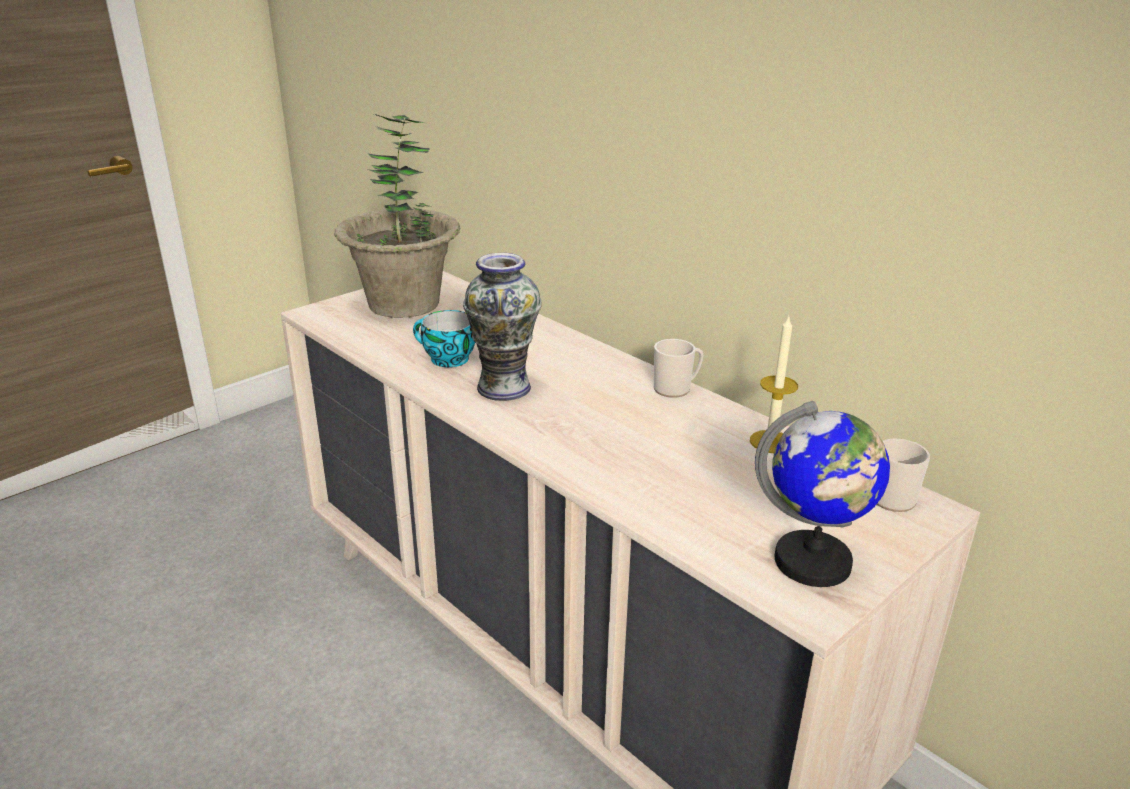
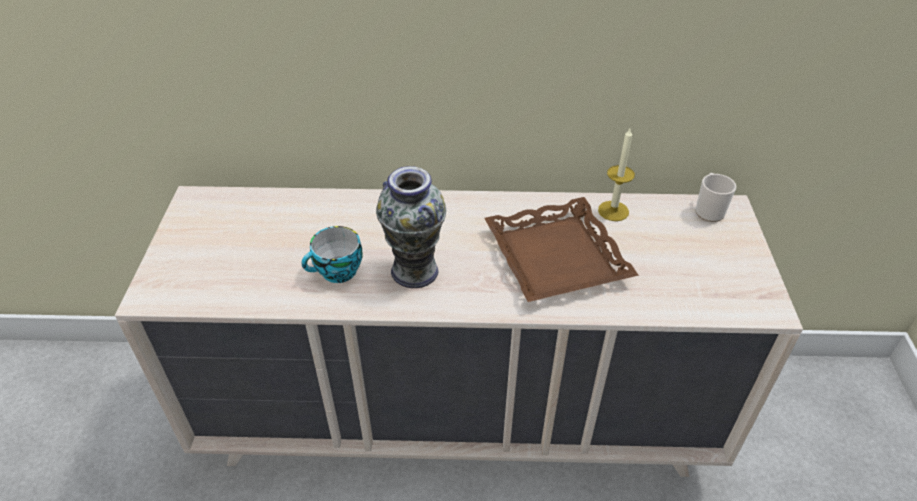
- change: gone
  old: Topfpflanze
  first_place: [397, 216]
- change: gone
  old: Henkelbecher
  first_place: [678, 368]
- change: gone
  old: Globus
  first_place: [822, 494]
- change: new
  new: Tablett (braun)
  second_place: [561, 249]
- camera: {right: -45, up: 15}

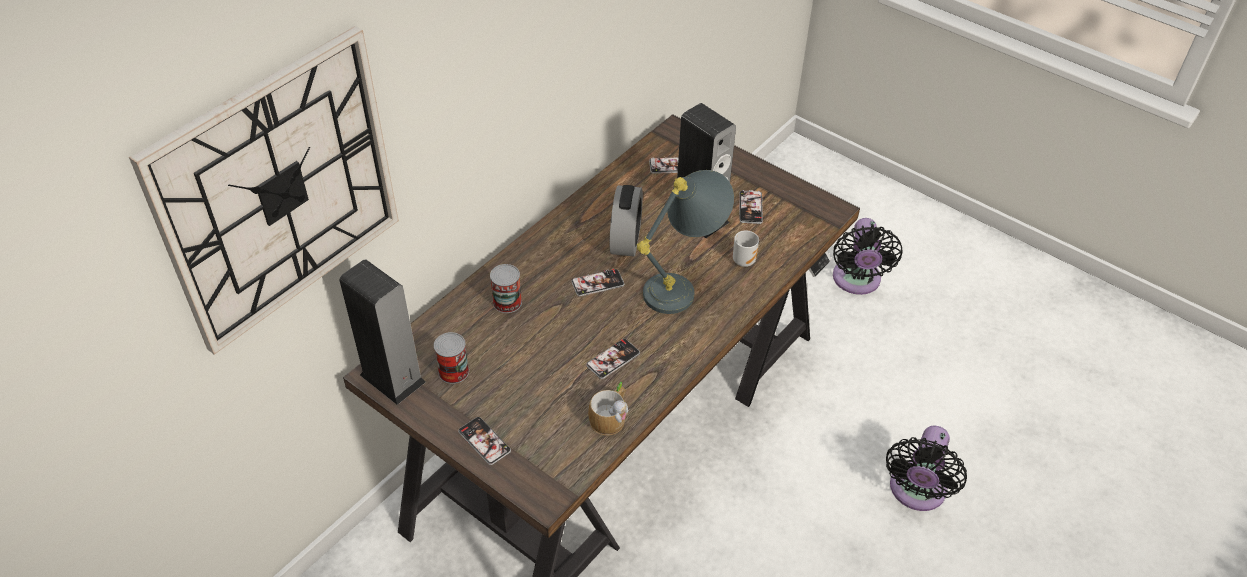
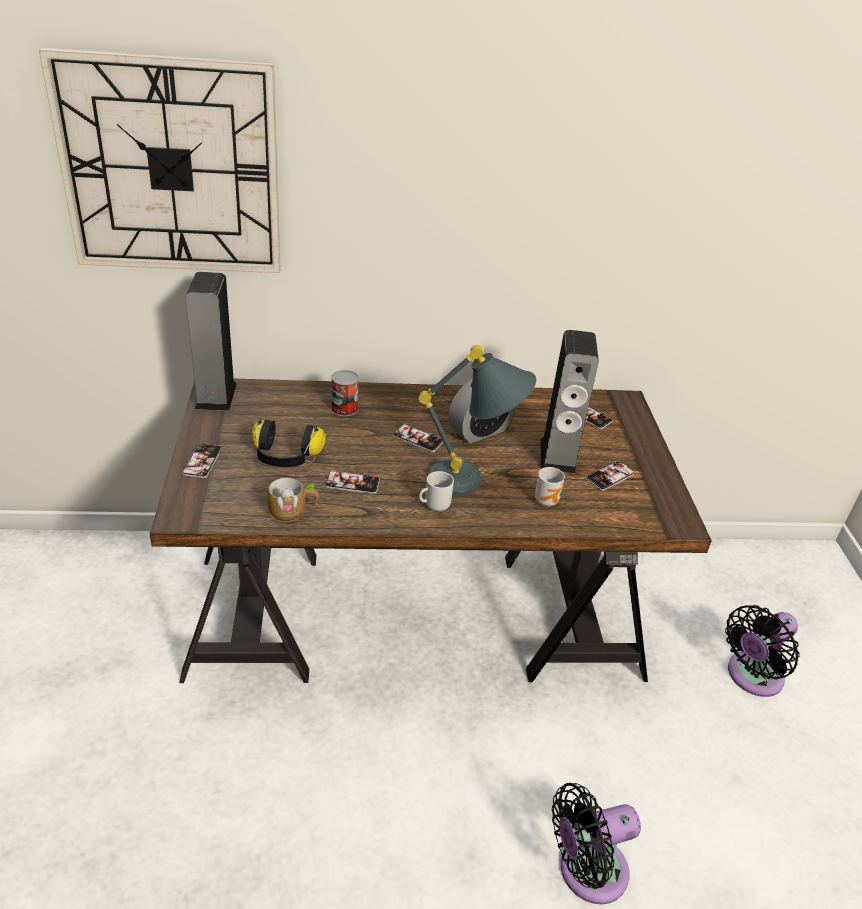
- change: gone
  old: Dose
  first_place: [451, 358]
- change: new
  new: Kopfhörer
  second_place: [289, 443]
- change: new
  new: Henkelbecher
  second_place: [436, 491]
- camera: {right: 45, up: -10}

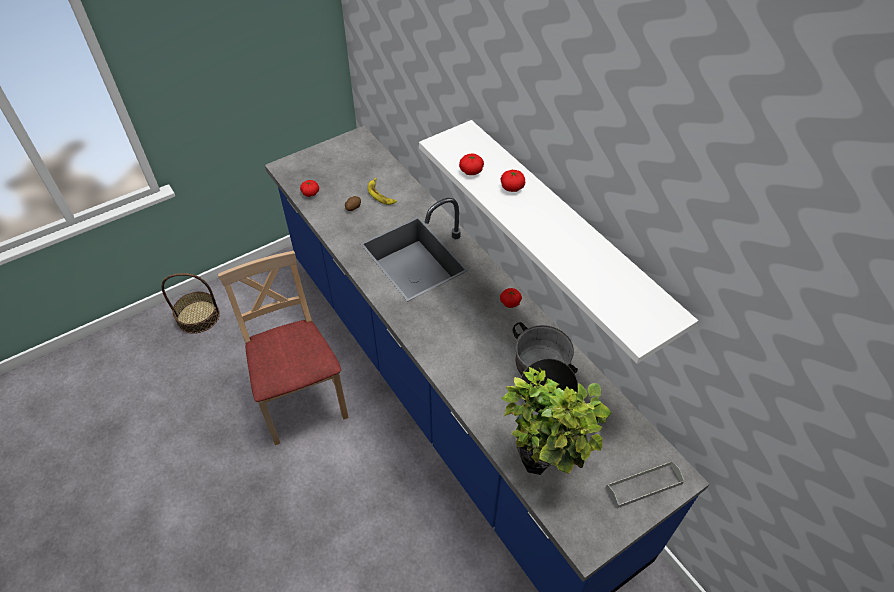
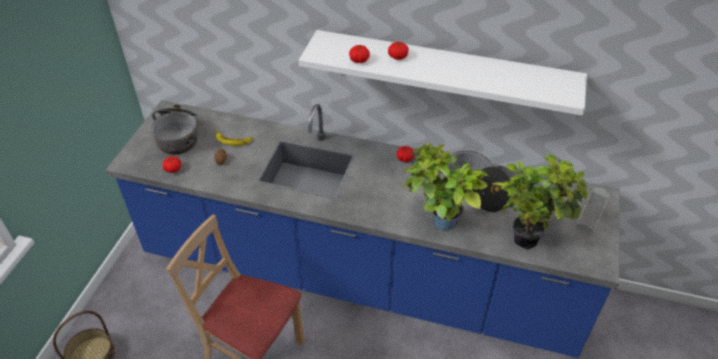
- change: new
  new: Kochtopf
  second_place: [174, 129]
- change: new
  new: Topfpflanze
  second_place: [445, 186]
- camera: {right: -40, up: -5}

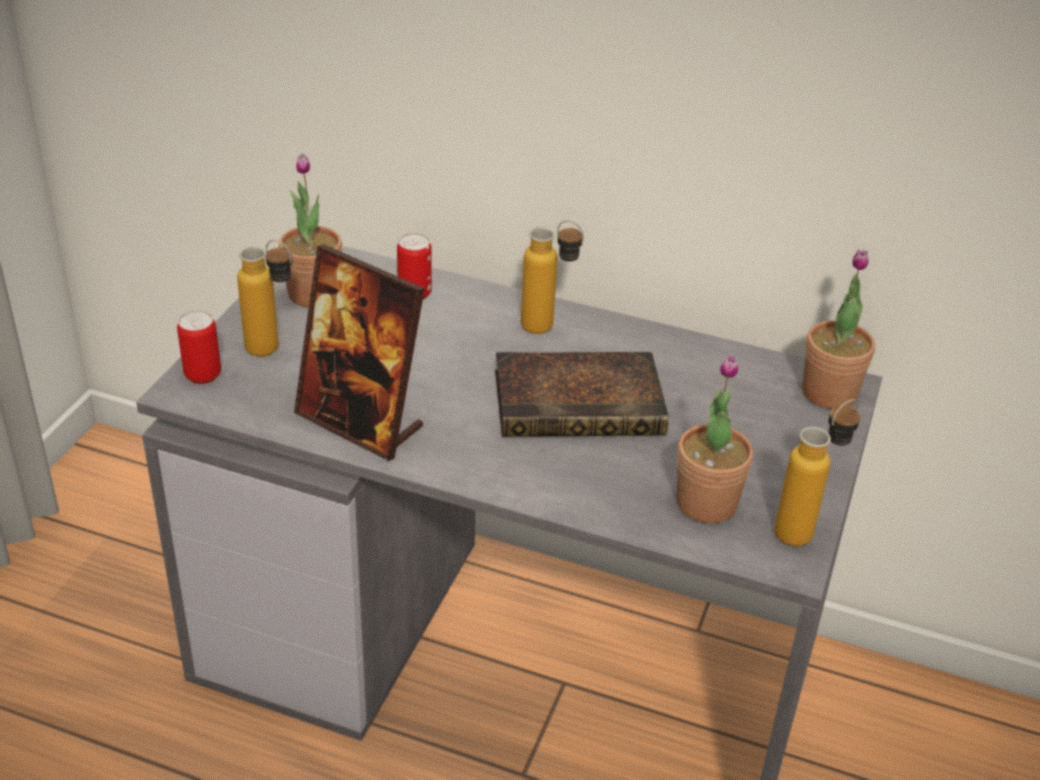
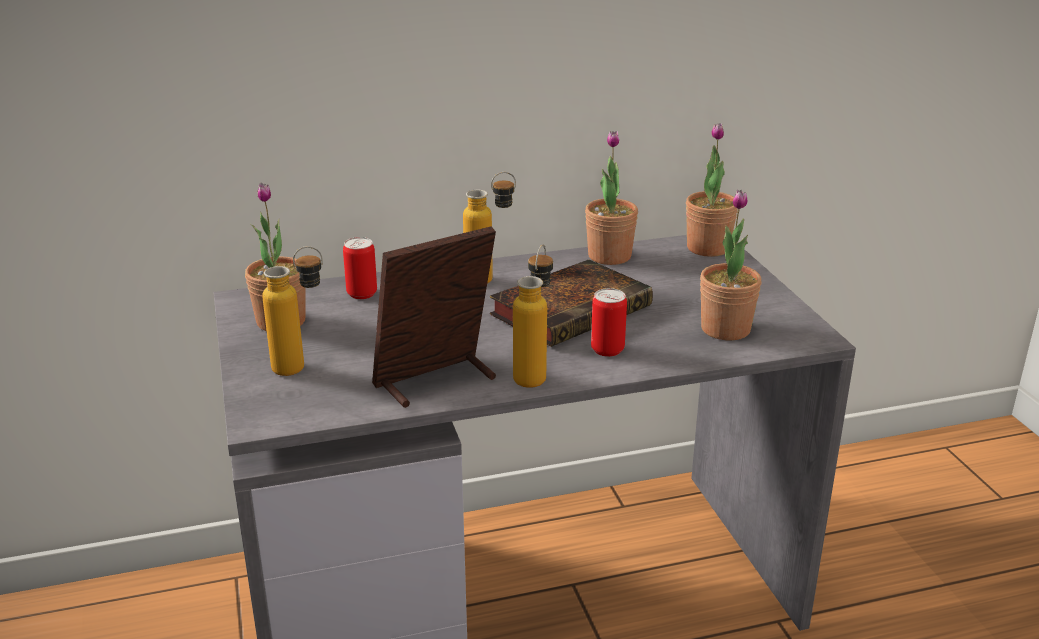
- change: new
  new: Topfpflanze
  second_place: [611, 198]
- change: shifted
  old: Dose
  first_place: [199, 347]
  second_place: [609, 322]
- change: shifted
  old: Flasche
  first_place: [817, 472]
  second_place: [533, 316]
- change: rotated
  old: Bilderrahmen
  first_place: [359, 352]
  second_place: [434, 317]
  degrees: 150
- camera: {right: -35, up: -10}

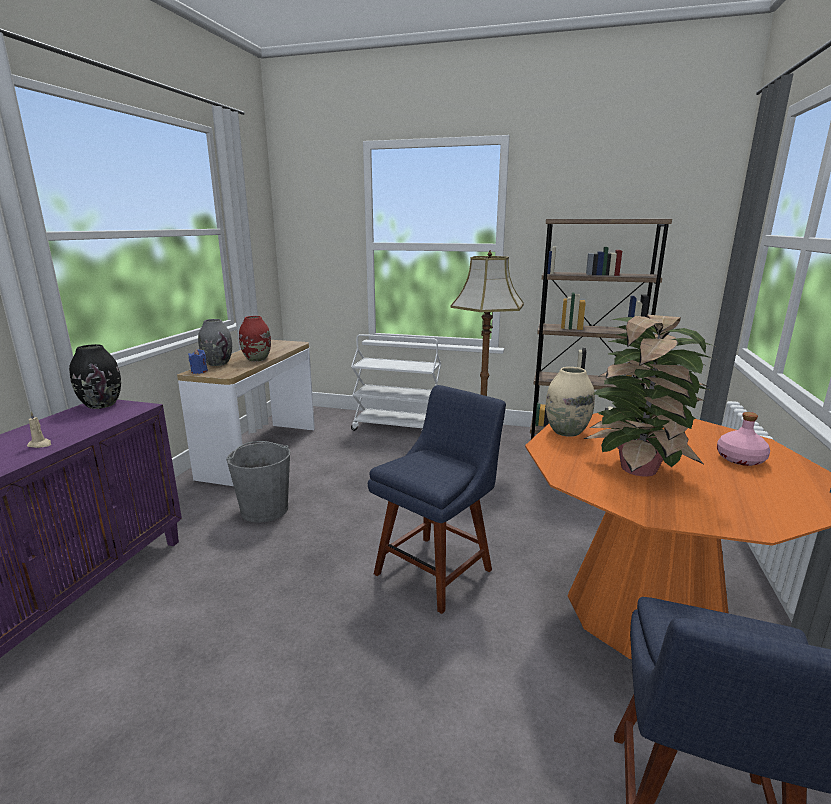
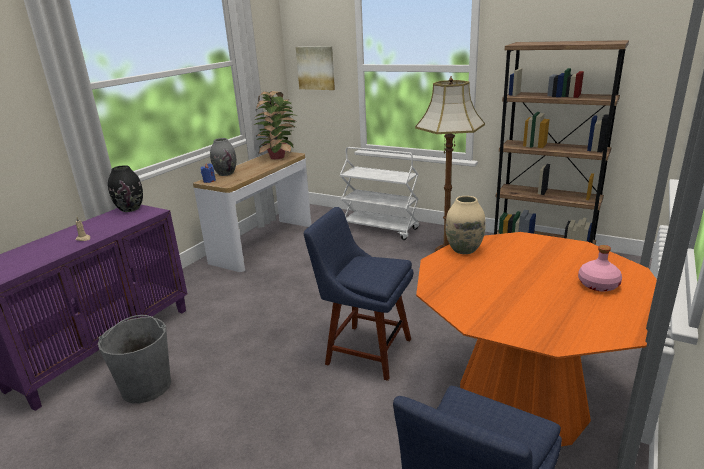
- change: gone
  old: Vase (rot)
  first_place: [255, 338]
- change: new
  new: Bild
  second_place: [315, 68]
- change: shifted
  old: Eimer (grau)
  first_place: [258, 482]
  second_place: [134, 359]
- change: shifted
  old: Topfpflanze
  first_place: [648, 395]
  second_place: [275, 125]
- change: rotated
  old: Stuhl (blau)
  first_place: [437, 499]
  second_place: [358, 294]
  degrees: -120
- camera: {right: 15, up: 5}

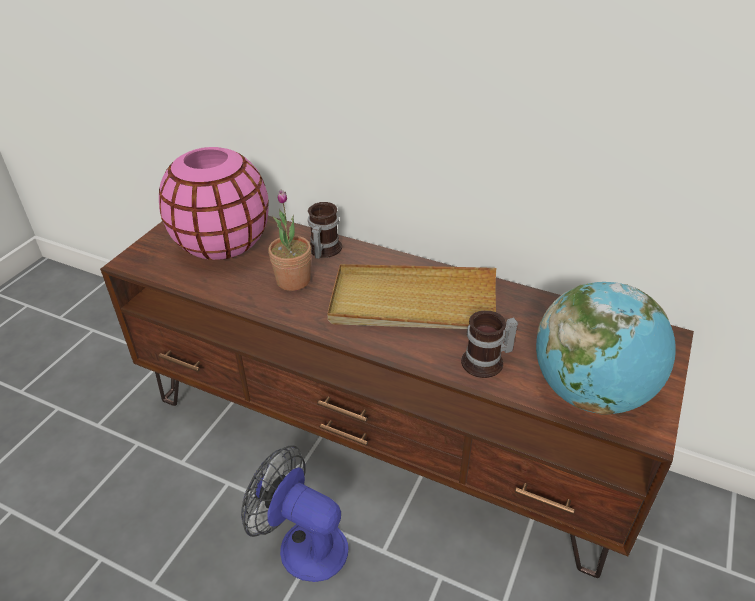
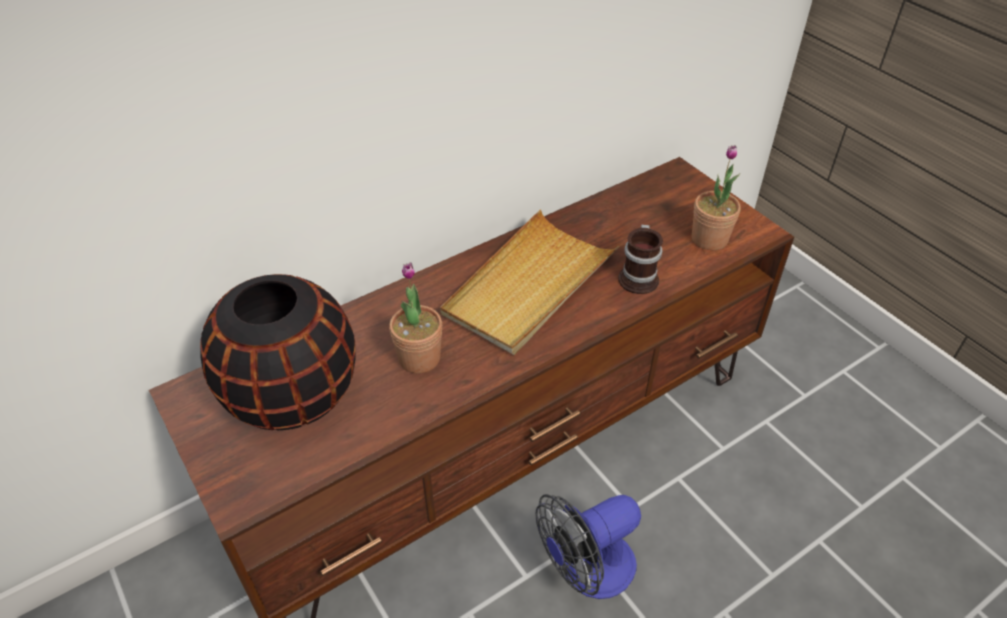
- change: gone
  old: Henkelbecher
  first_place: [325, 230]
- change: swapped
  old: Globus
  new: Topfpflanze
  first_place: [606, 348]
  second_place: [716, 197]
- change: repainted
  old: Vase (rosa)
  new: Vase (schwarz)
  first_place: [214, 203]
  second_place: [278, 352]
- camera: {right: -60, up: 5}

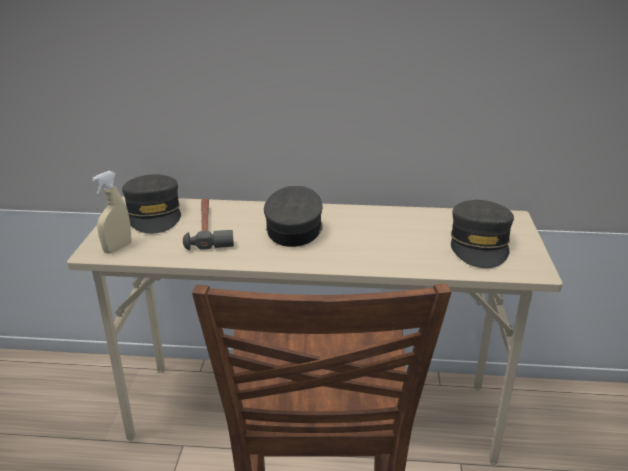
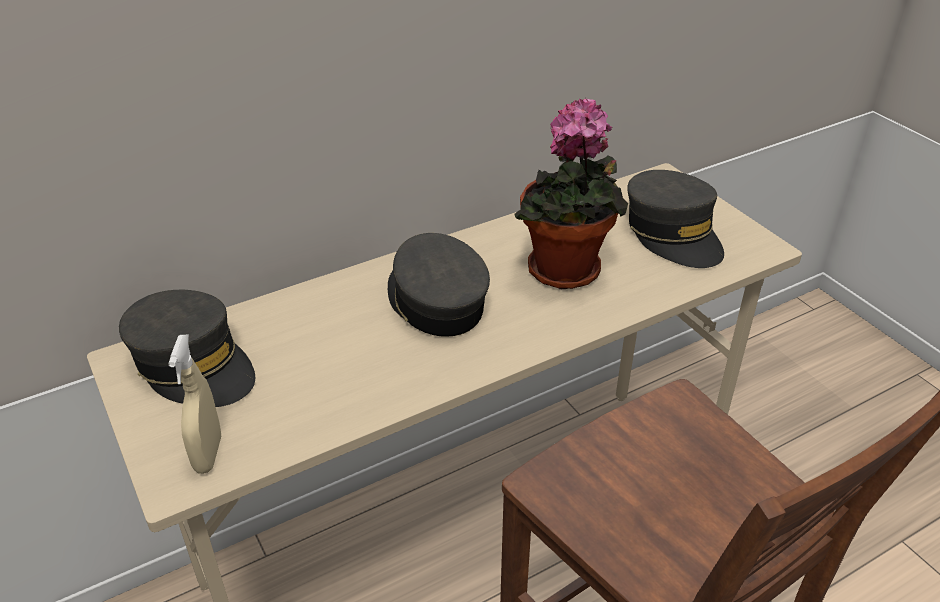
- change: gone
  old: Hammer
  first_place: [208, 224]
- change: new
  new: Topfpflanze
  second_place: [571, 194]
- camera: {right: -35, up: 10}

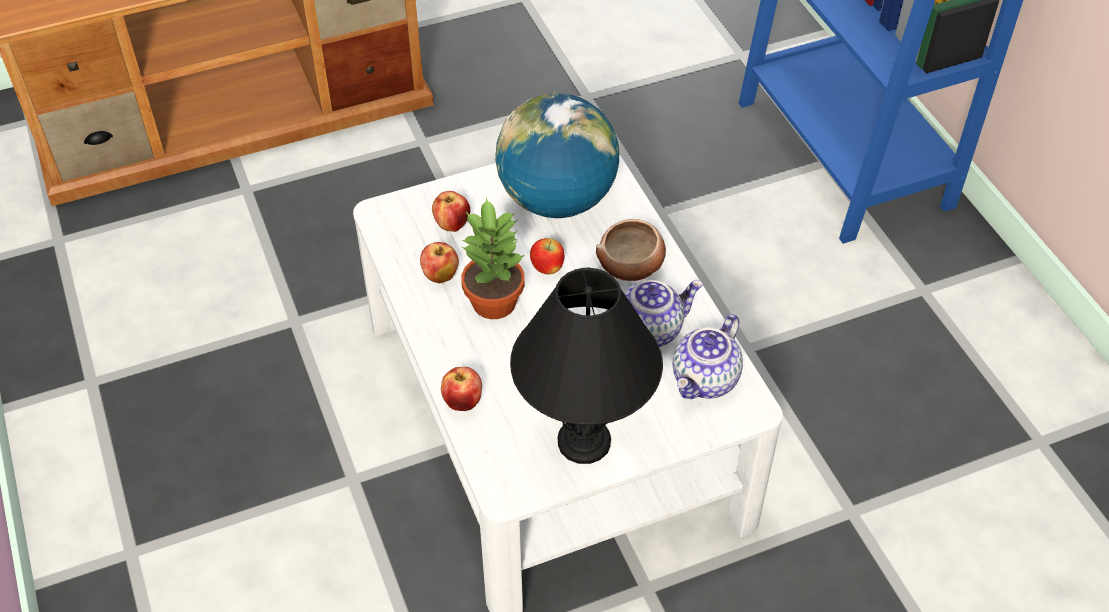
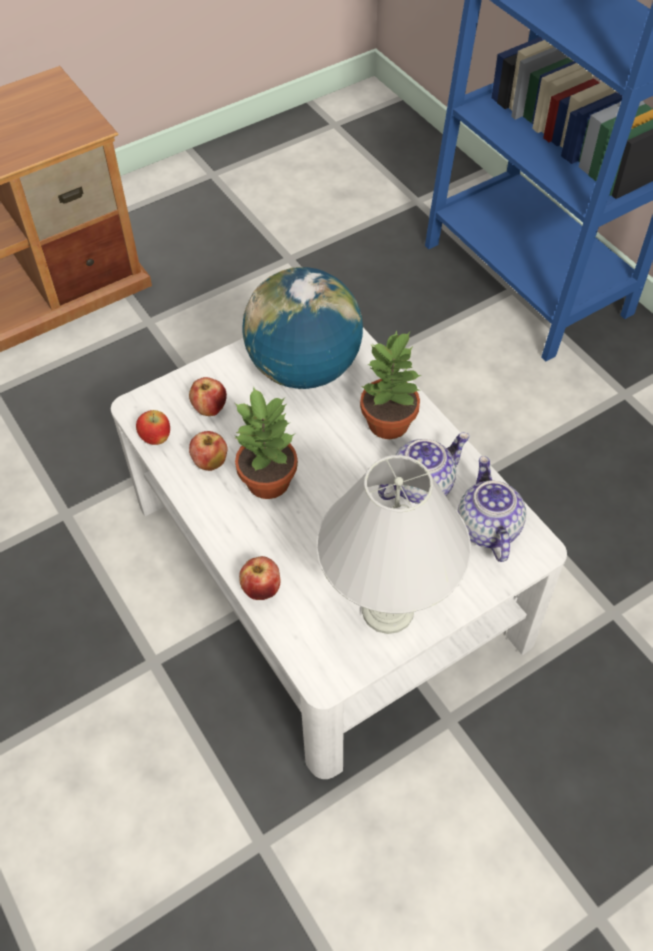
- change: shifted
  old: Apfel
  first_place: [547, 256]
  second_place: [153, 427]
- change: swapped
  old: Schüssel
  new: Topfpflanze
  first_place: [631, 250]
  second_place: [390, 385]
- change: repainted
  old: Tischlampe (schwarz)
  new: Tischlampe (weiß)
  first_place: [586, 366]
  second_place: [394, 544]
- change: rotated
  old: Teekanne
  first_place: [708, 356]
  second_place: [492, 509]
  degrees: 150
- camera: {right: -10, up: 5}

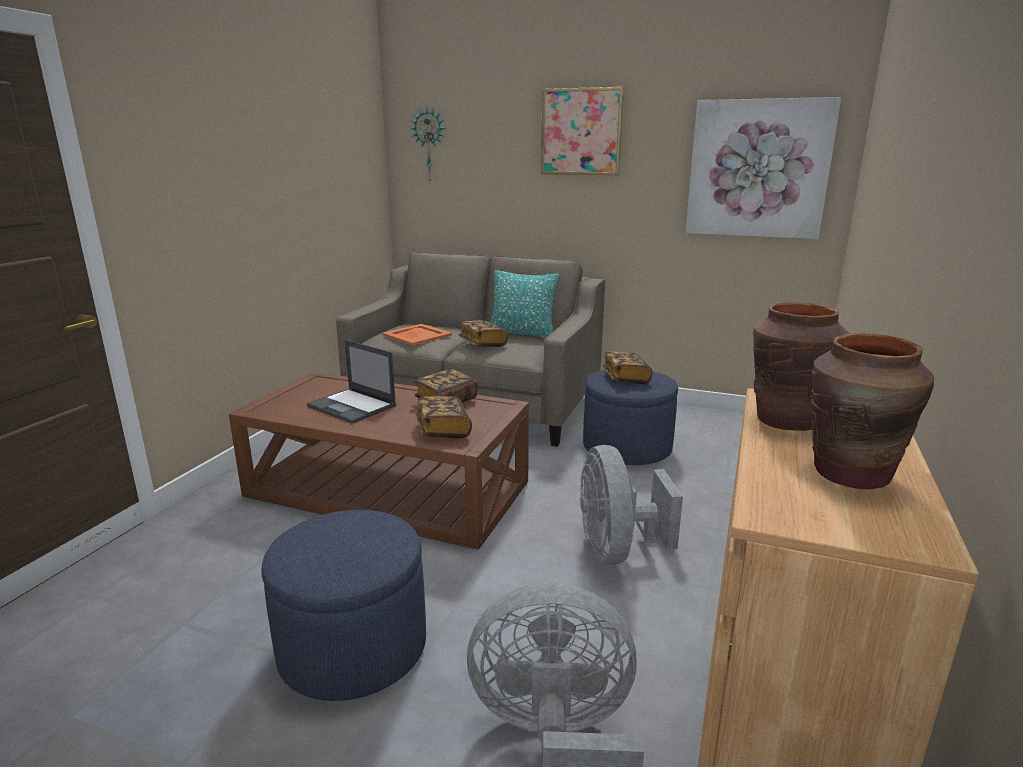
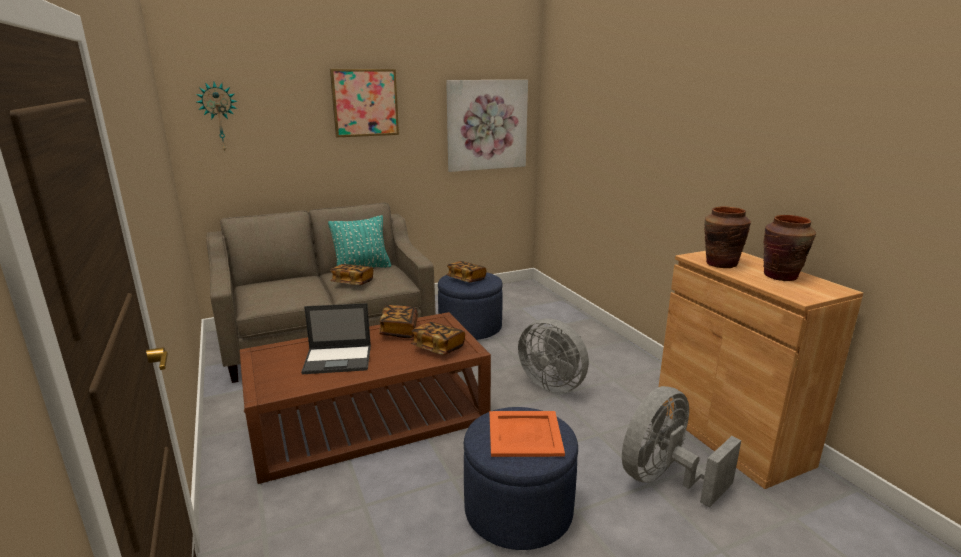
- change: shifted
  old: Tablett (orange)
  first_place: [417, 334]
  second_place: [527, 434]
- camera: {right: -45, up: 0}

